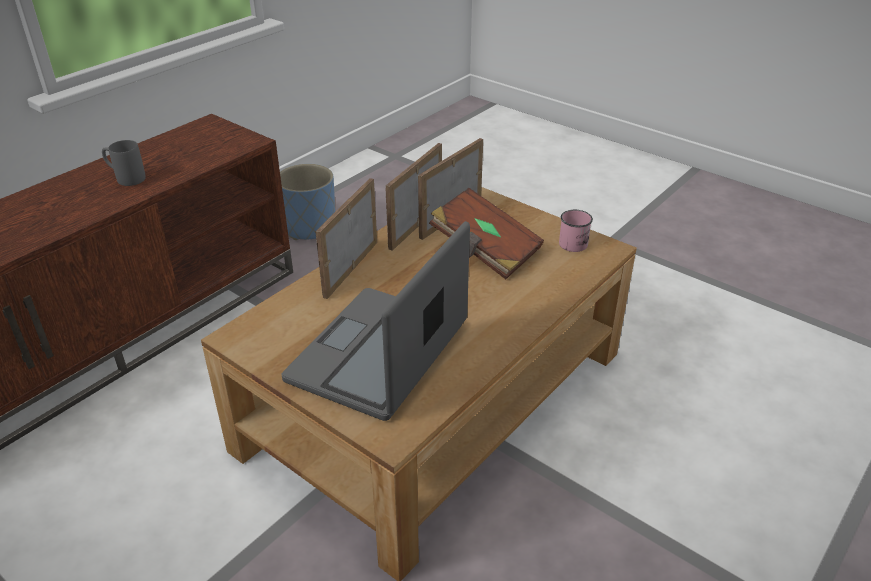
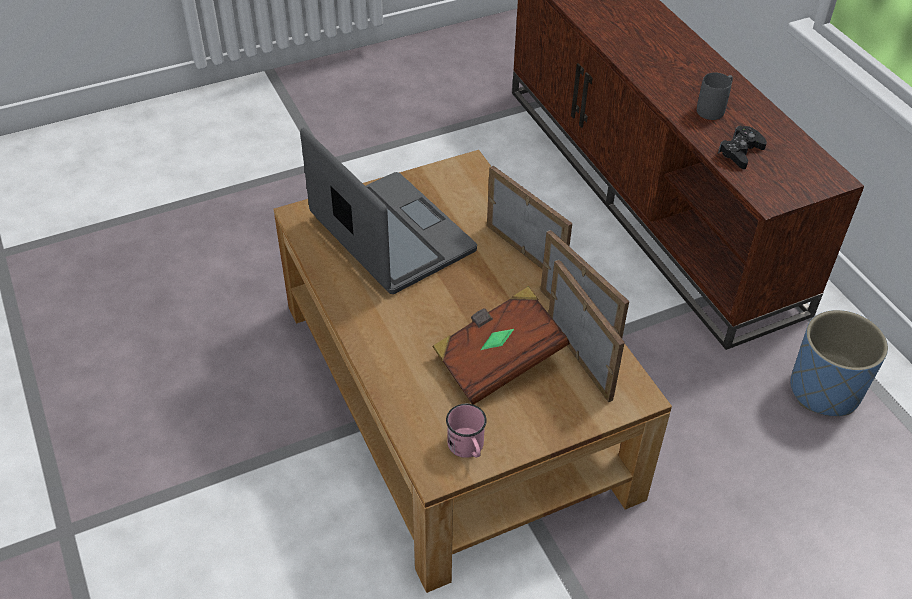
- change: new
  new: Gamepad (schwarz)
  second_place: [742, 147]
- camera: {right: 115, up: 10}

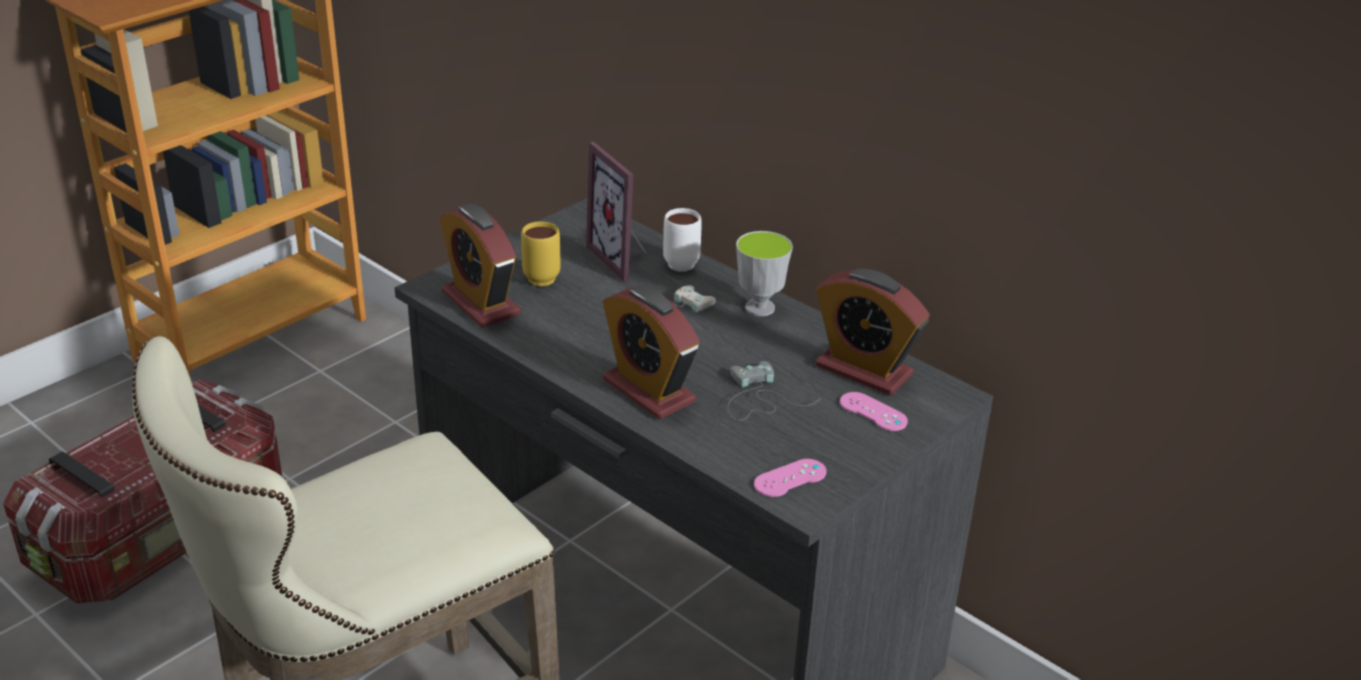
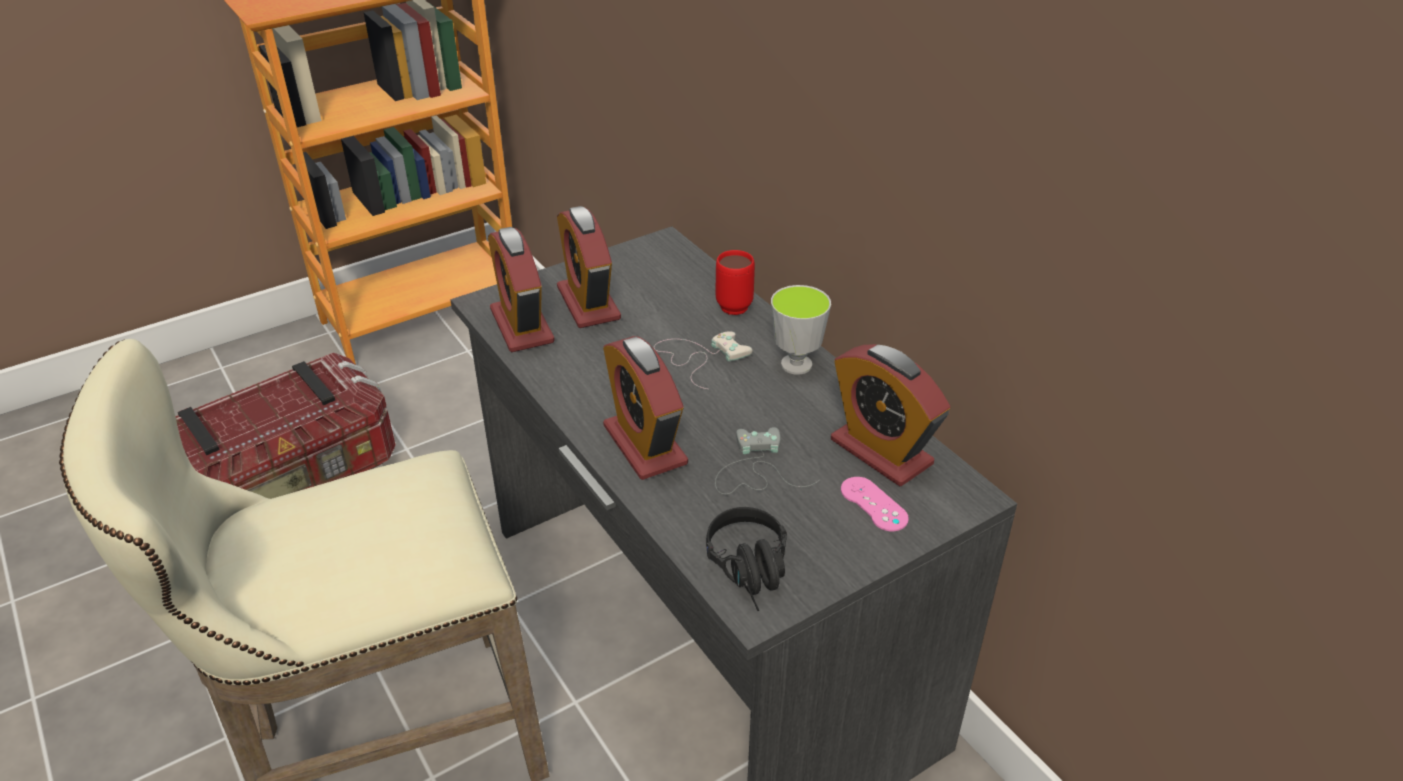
- change: gone
  old: Bilderrahmen
  first_place: [616, 212]
- change: swapped
  old: Henkelbecher (gelb)
  new: Wecker
  first_place: [541, 253]
  second_place: [589, 267]
- change: swapped
  old: Gamepad (rosa)
  new: Kopfhörer (schwarz)
  first_place: [790, 478]
  second_place: [746, 559]
- change: repainted
  old: Henkelbecher (weiß)
  new: Henkelbecher (rot)
  first_place: [682, 240]
  second_place: [735, 282]
- camera: {right: 15, up: 5}

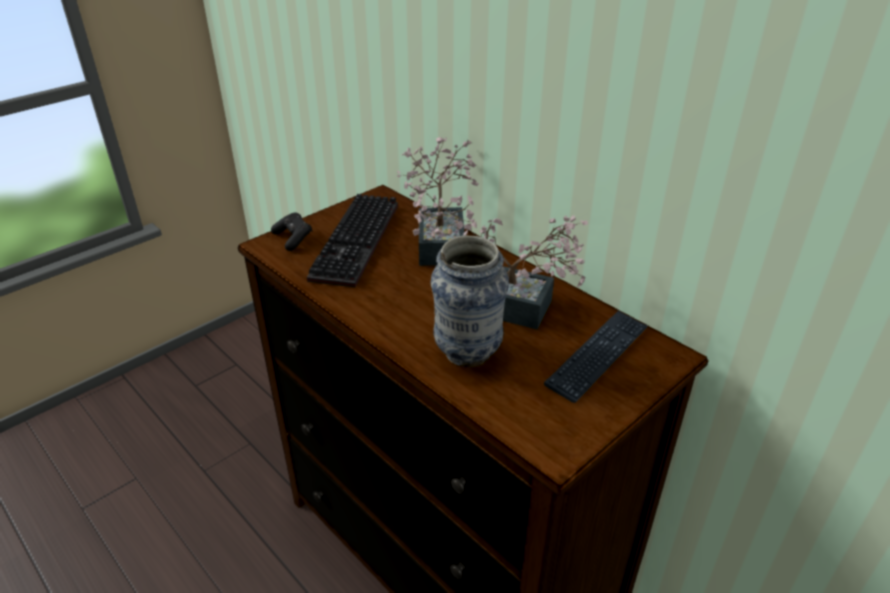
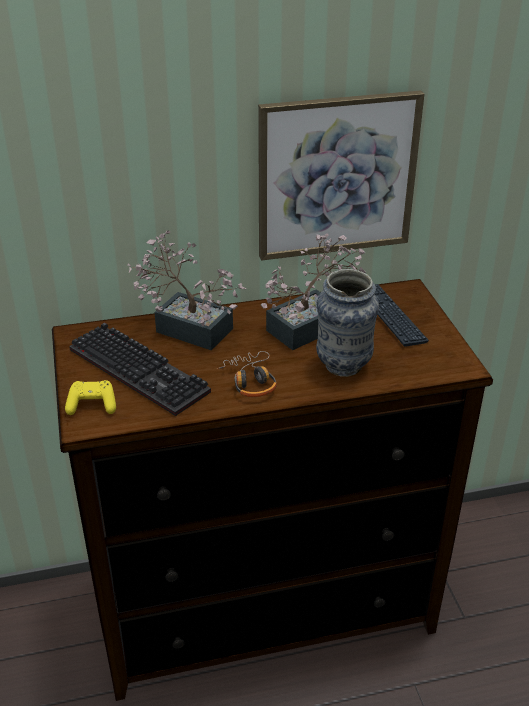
- change: new
  new: Kopfhörer
  second_place: [247, 374]
- change: new
  new: Bild
  second_place: [341, 175]
- change: repainted
  old: Gamepad (schwarz)
  new: Gamepad (gelb)
  first_place: [292, 231]
  second_place: [90, 397]
- camera: {right: -60, up: 0}

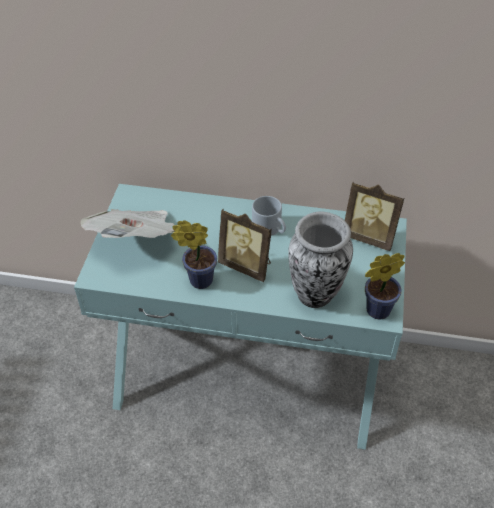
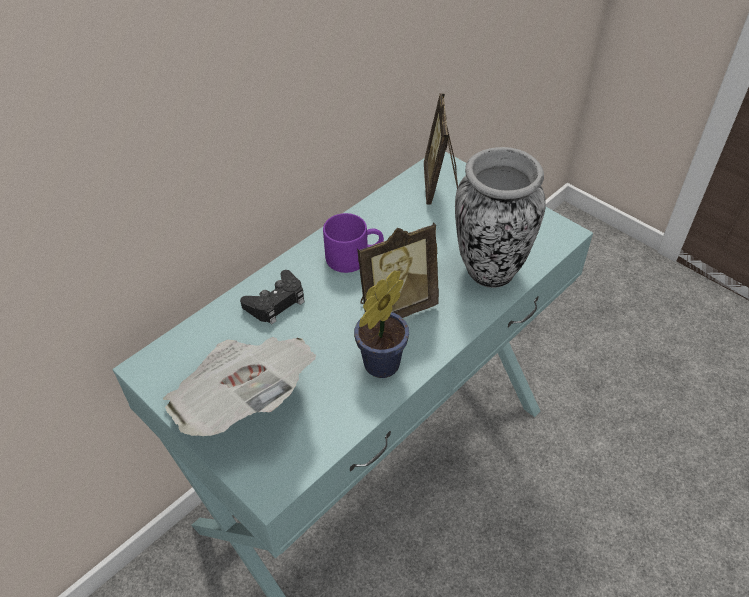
- change: gone
  old: Topfpflanze
  first_place: [385, 286]
- change: new
  new: Gamepad (schwarz)
  second_place: [272, 297]
- change: repainted
  old: Henkelbecher (grau)
  new: Henkelbecher (lila)
  first_place: [269, 216]
  second_place: [353, 243]
- change: rotated
  old: Bilderrahmen
  first_place: [374, 216]
  second_place: [441, 148]
  degrees: 120
- camera: {right: -55, up: 0}

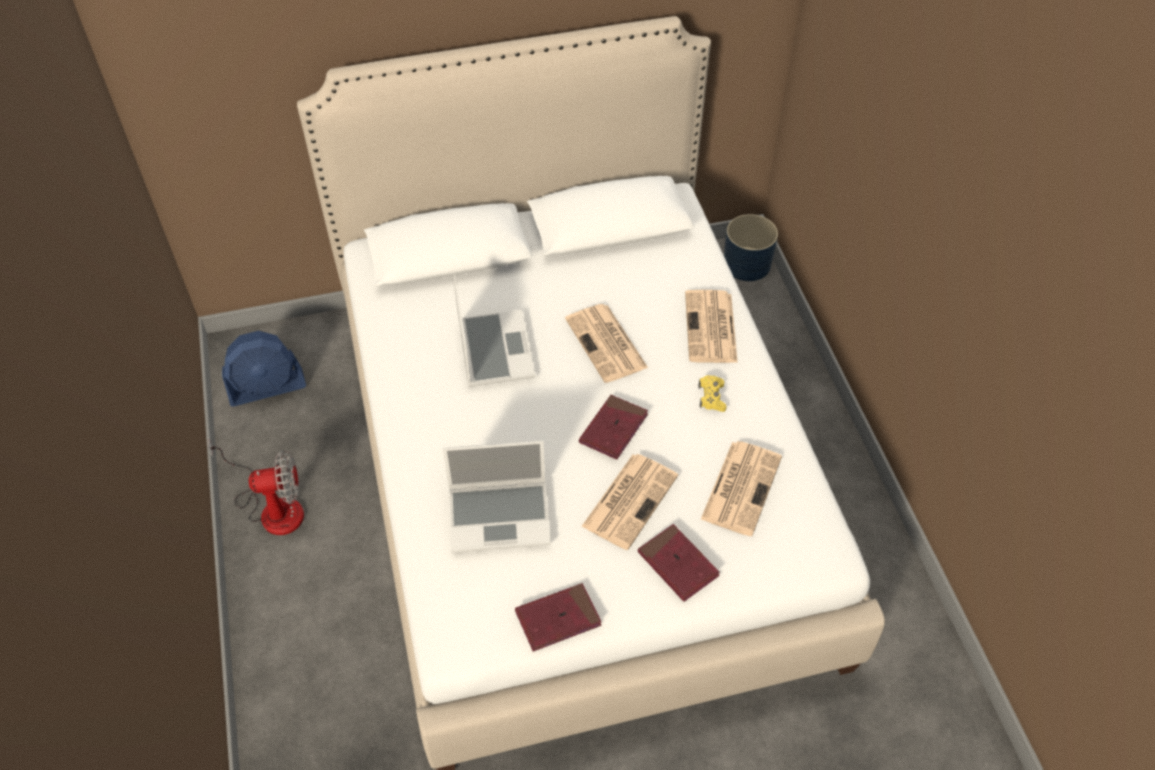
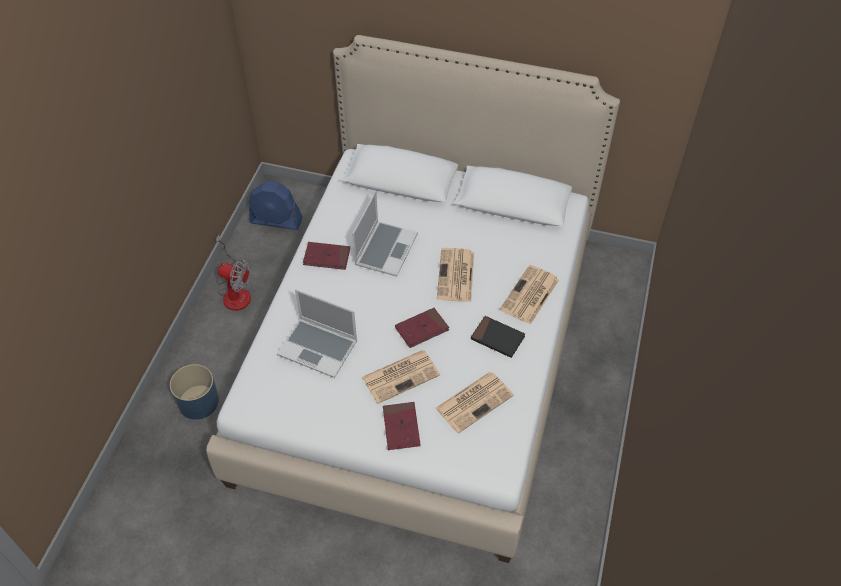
- change: shifted
  old: Buch (rot)
  first_place: [558, 617]
  second_place: [326, 256]
- change: shifted
  old: Pflanzkübel (blau)
  first_place: [751, 247]
  second_place: [194, 392]
- change: swapped
  old: Gamepad (gelb)
  new: Buch (schwarz)
  first_place: [712, 393]
  second_place: [498, 337]
- camera: {right: 30, up: 0}

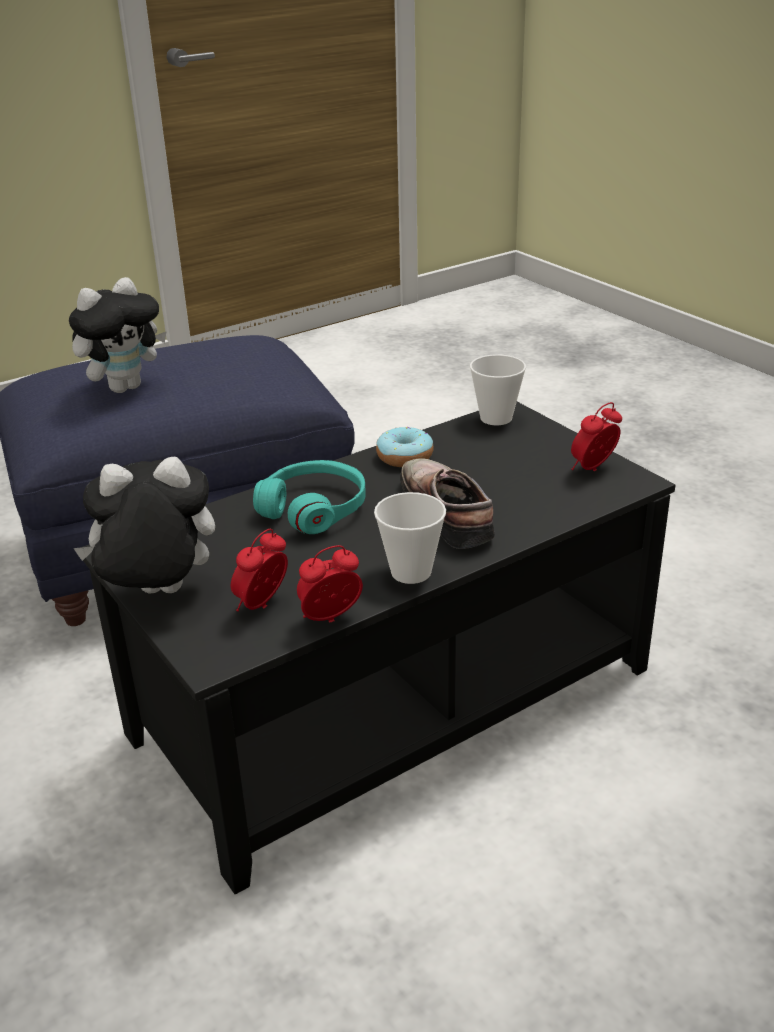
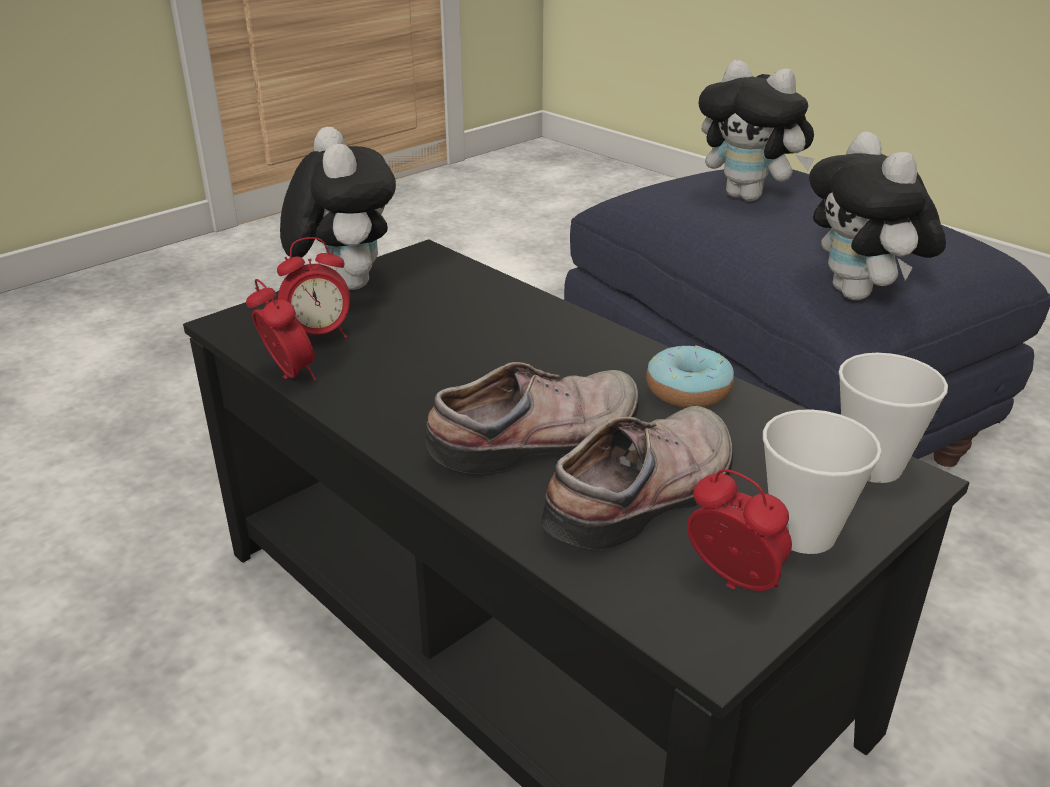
- change: gone
  old: Kopfhörer (türkis)
  first_place: [309, 497]
- change: new
  new: Schuh
  second_place: [637, 478]
- change: new
  new: Plüschtier
  second_place: [877, 215]
- change: shifted
  old: Tasse
  first_place: [410, 538]
  second_place: [822, 481]
- change: rotated
  old: Wecker
  first_place: [259, 570]
  second_place: [313, 287]
  degrees: 135
- camera: {right: 80, up: 0}

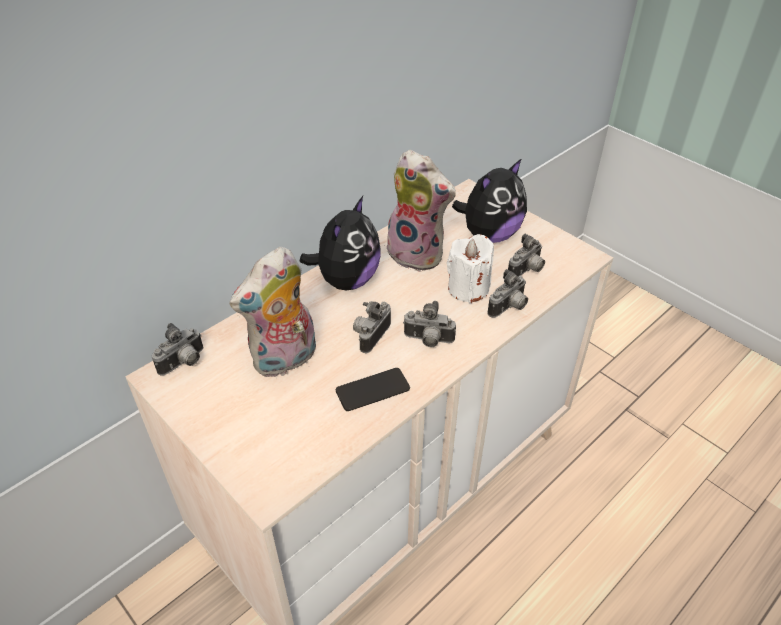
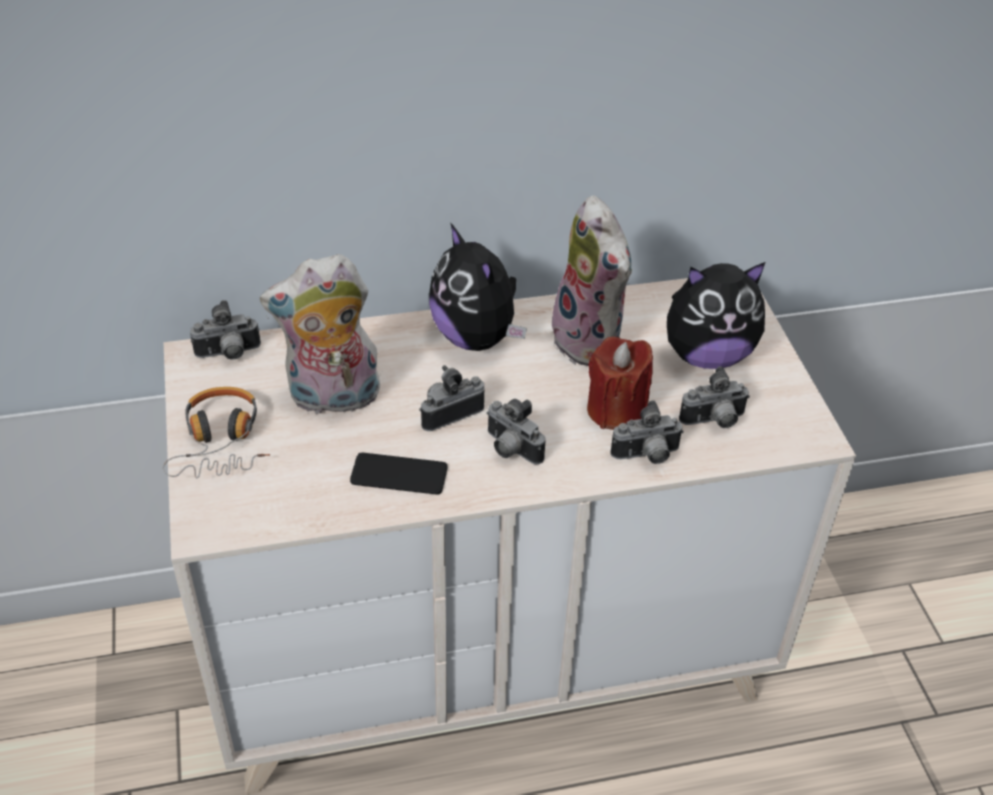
- change: new
  new: Kopfhörer
  second_place: [216, 433]
- change: repainted
  old: Kerze (weiß)
  new: Kerze (rot)
  first_place: [470, 268]
  second_place: [620, 383]
- change: rotated
  old: Plüschtier
  first_place: [340, 243]
  second_place: [478, 287]
  degrees: 90
- camera: {right: 30, up: 0}

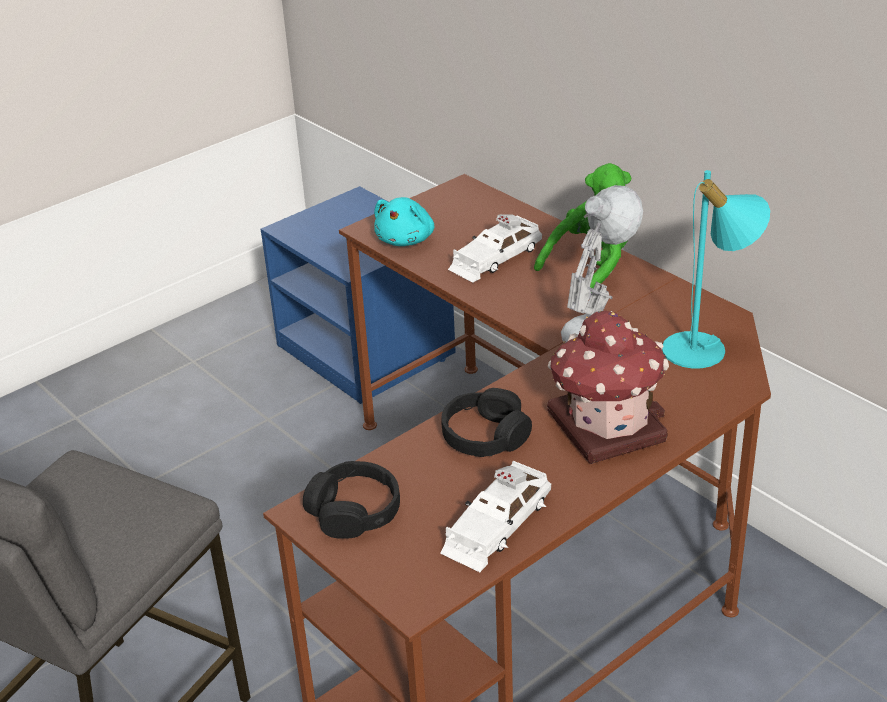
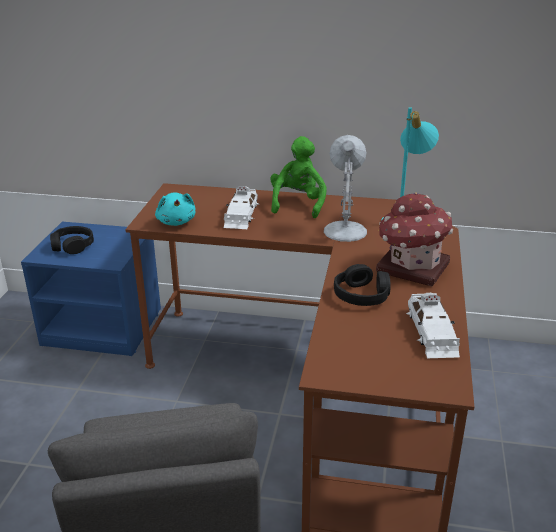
- change: shifted
  old: Kopfhörer (schwarz)
  first_place: [351, 500]
  second_place: [72, 240]
- camera: {right: -40, up: -5}

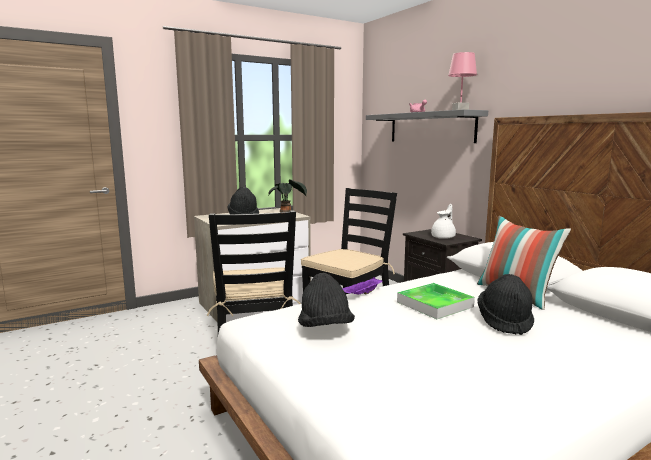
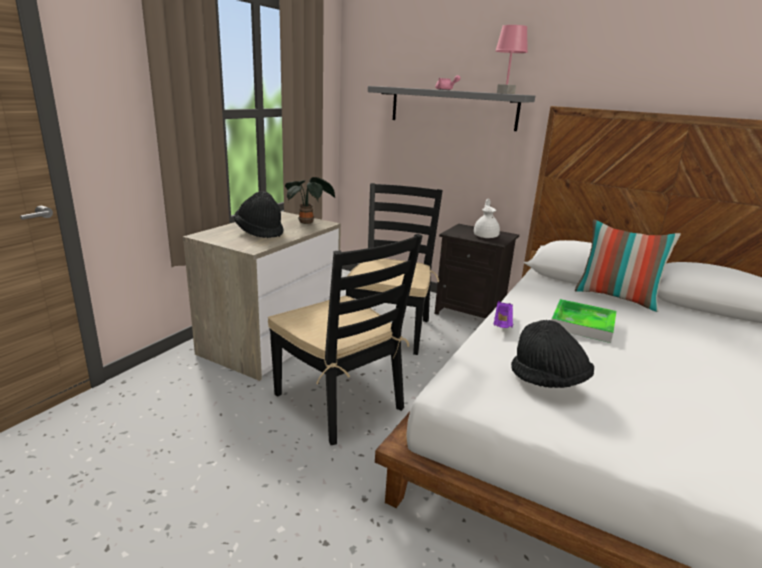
- change: gone
  old: Hut (schwarz)
  first_place: [505, 304]
- camera: {right: -30, up: 10}

